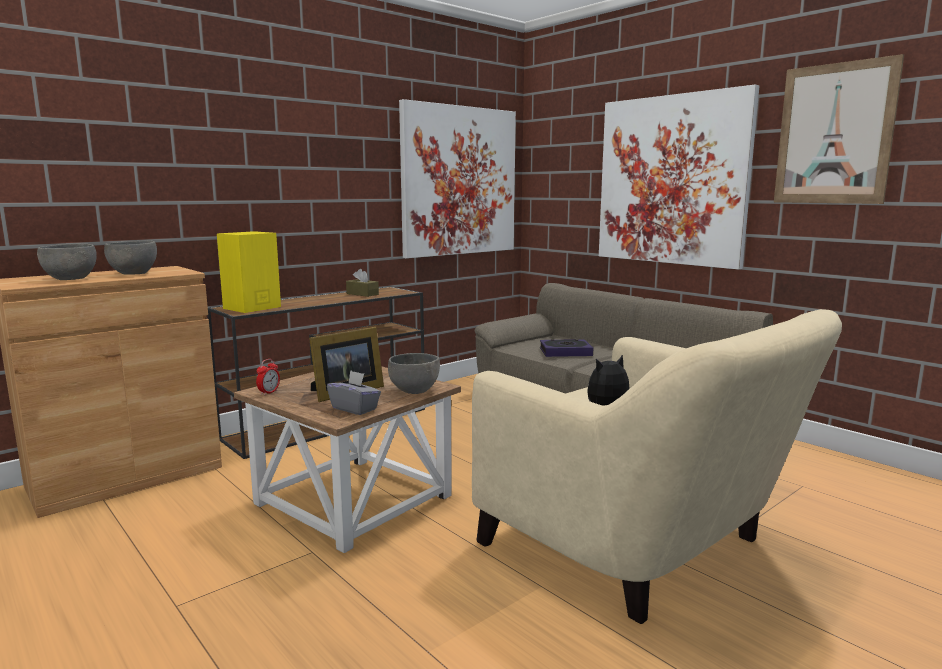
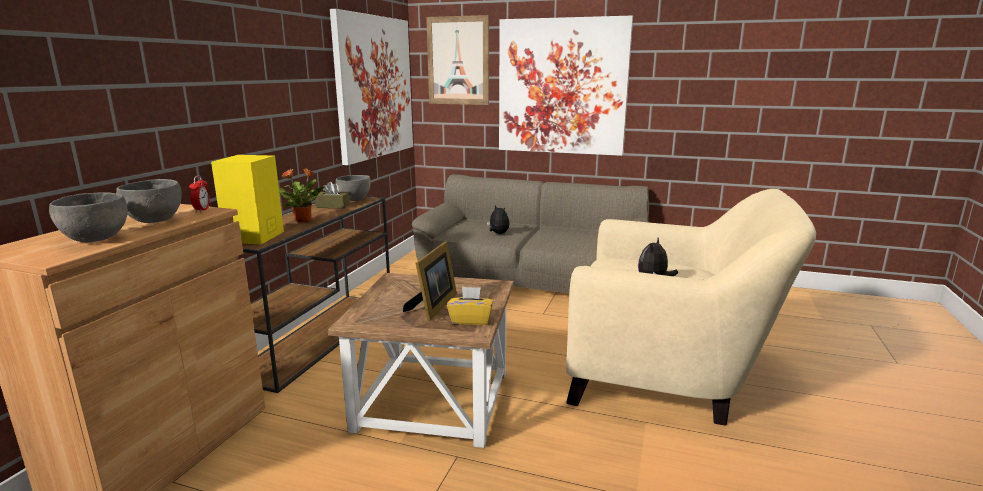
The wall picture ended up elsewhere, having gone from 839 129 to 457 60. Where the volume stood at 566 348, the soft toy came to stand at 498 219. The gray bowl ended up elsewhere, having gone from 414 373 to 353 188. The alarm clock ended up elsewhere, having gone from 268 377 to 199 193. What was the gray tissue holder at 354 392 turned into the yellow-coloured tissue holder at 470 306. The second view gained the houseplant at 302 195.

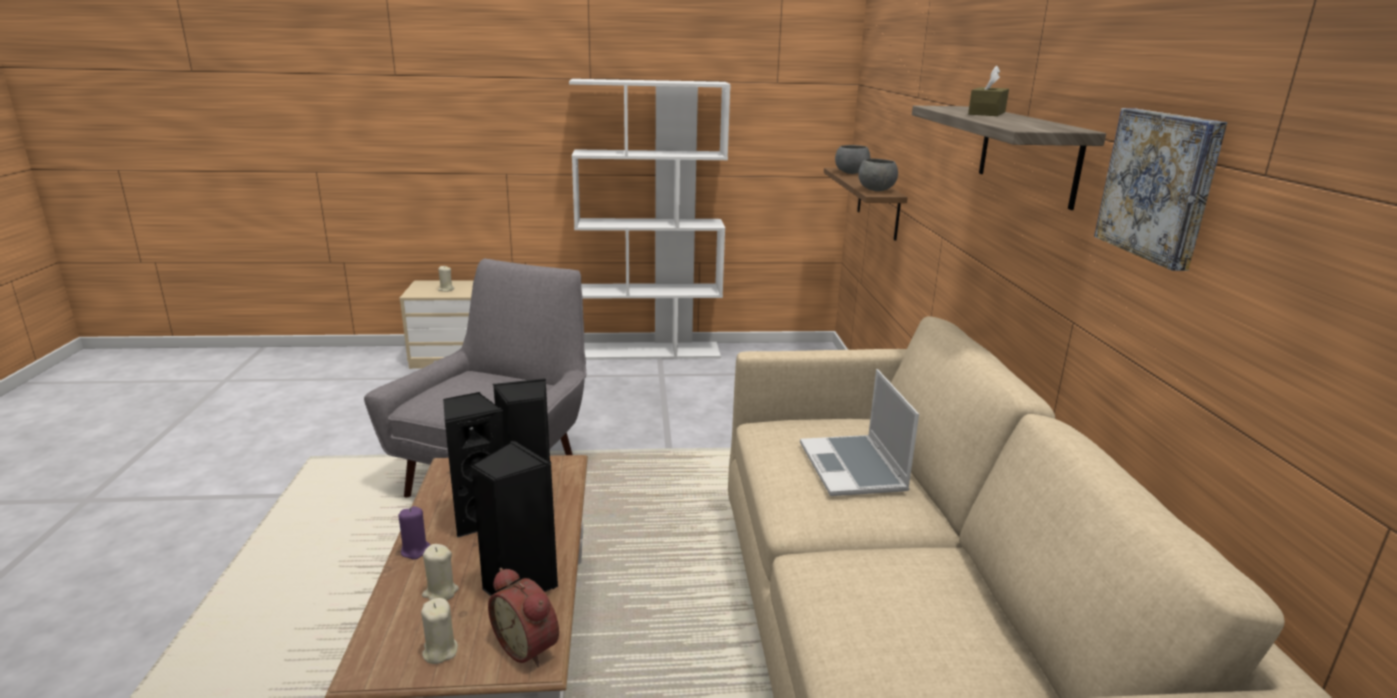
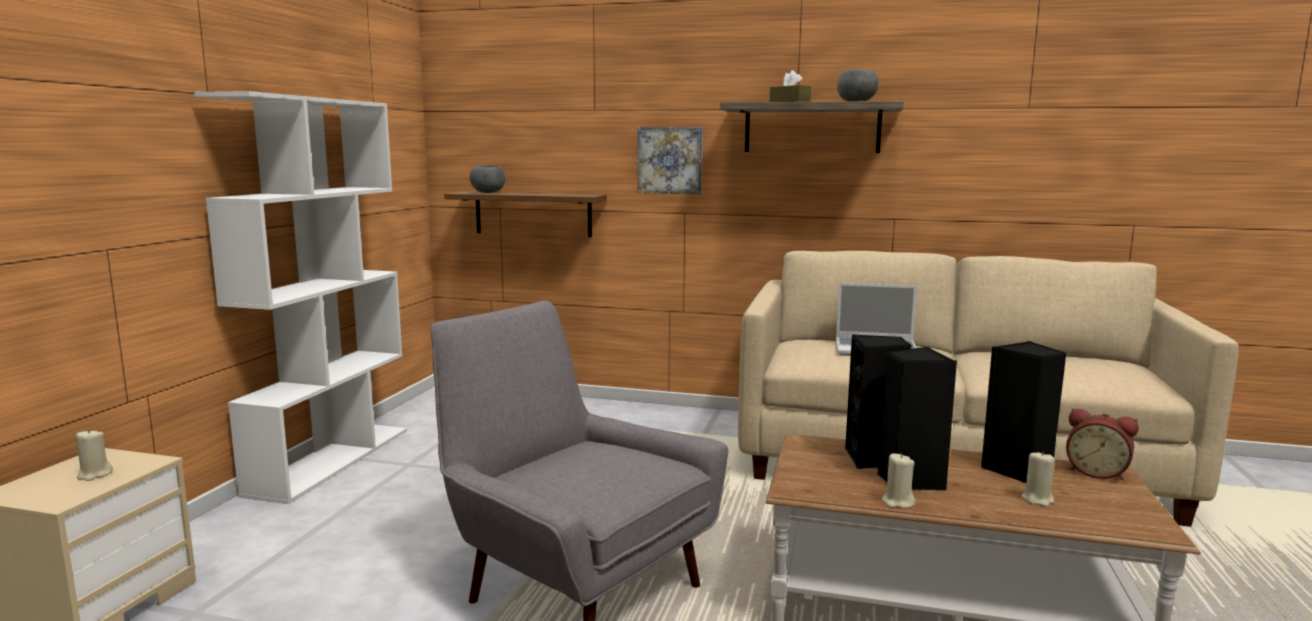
The wall picture ended up elsewhere, having gone from 1160 189 to 670 160. The gray bowl ended up elsewhere, having gone from 878 175 to 858 85. The second view lost the purple wax light at 414 533. The alarm clock at 523 617 ended up facing another way, 60 degrees clockwise from before. The beige-coloured wax light ended up elsewhere, having gone from 439 631 to 898 480.

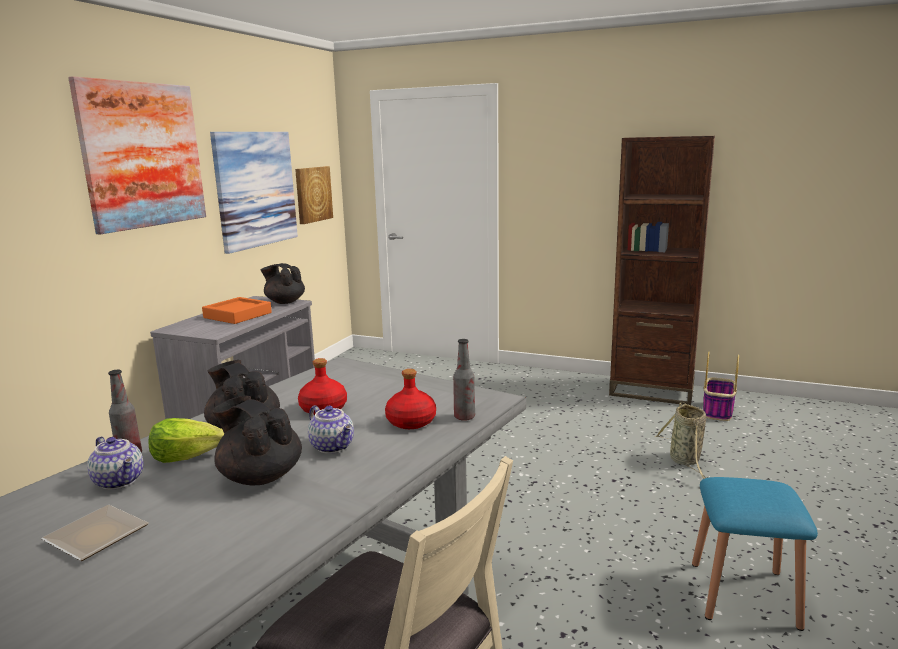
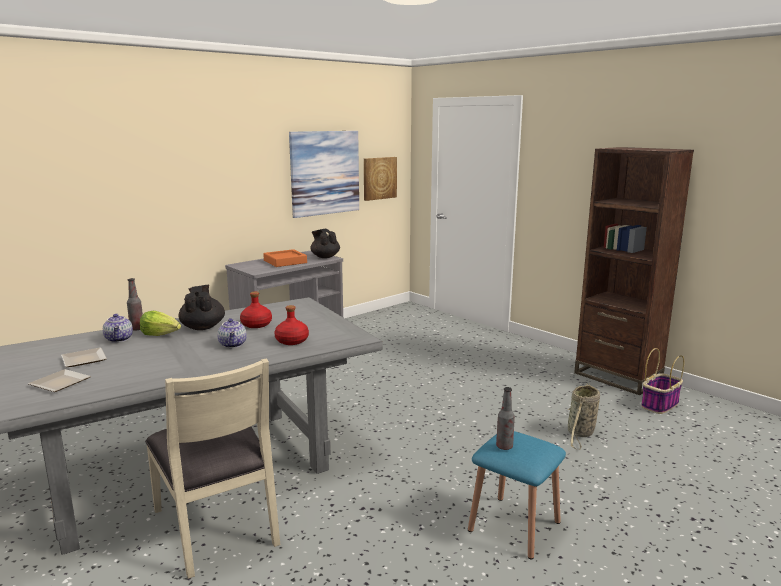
The second view lost the wall picture at 137 155. The beverage bottle ended up elsewhere, having gone from 464 380 to 505 418. The second view lost the black pot for tea at 257 440. The second view gained the plate at 59 380.

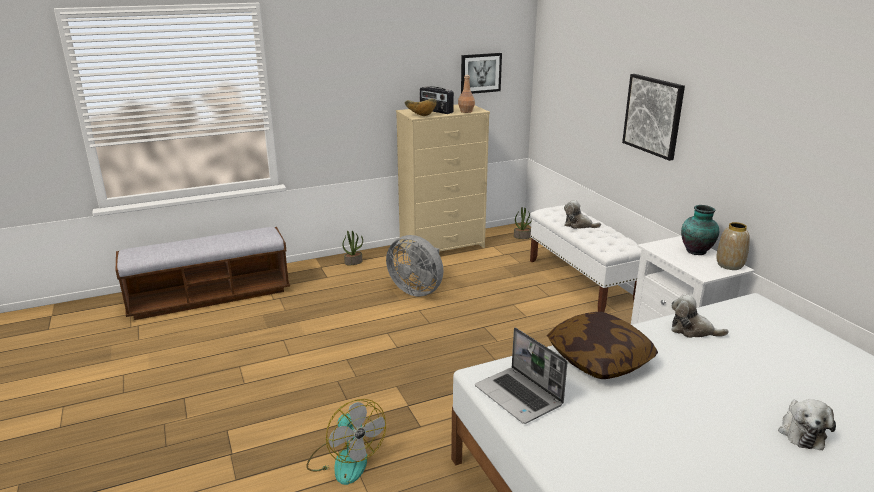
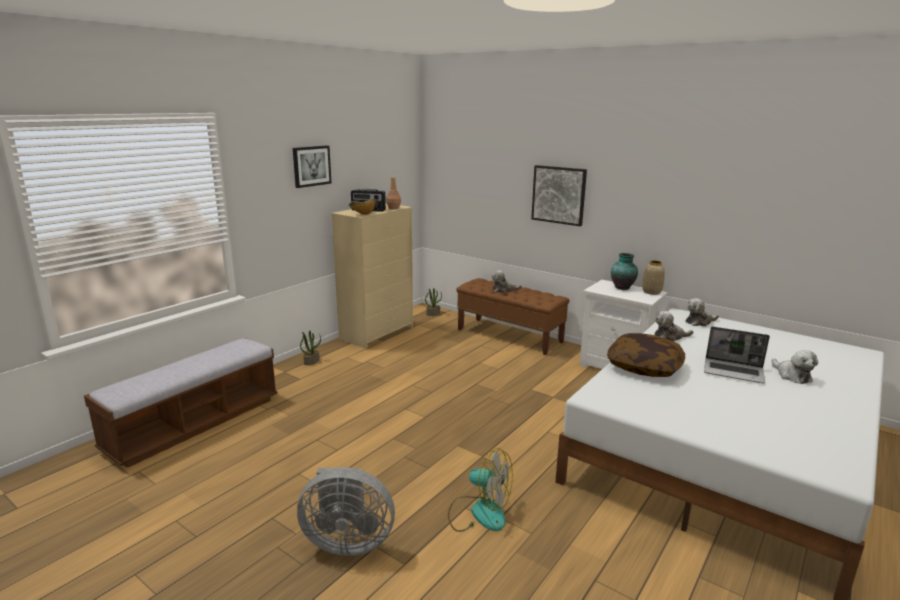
The wall picture ended up elsewhere, having gone from 481 73 to 312 167. What was the white-coloured long seat at 585 258 turned into the brown-coloured long seat at 512 316. The gray cooling fan ended up elsewhere, having gone from 414 266 to 346 511. The portable computer ended up elsewhere, having gone from 521 376 to 737 355. The second view gained the soft toy at 702 312.

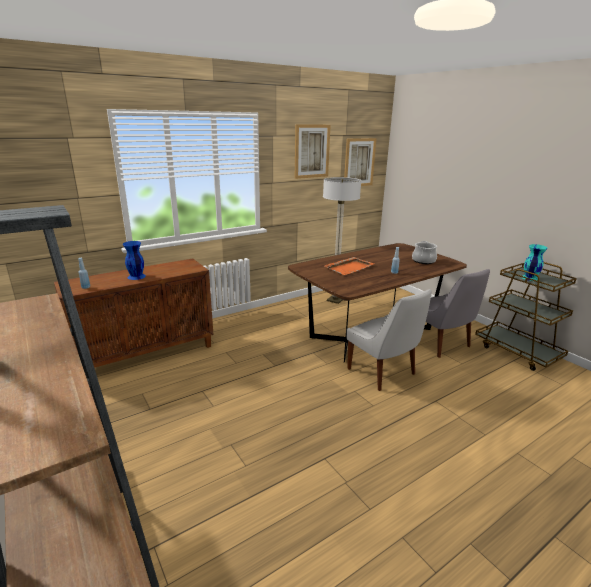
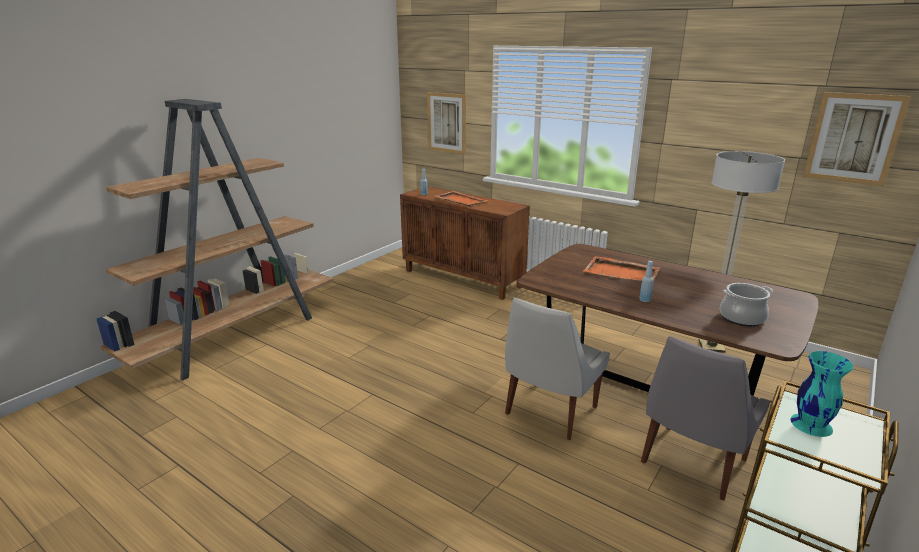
The wall picture ended up elsewhere, having gone from 313 151 to 446 123. Where the blue vase stood at 134 260, the orange-coloured tray came to stand at 462 199.

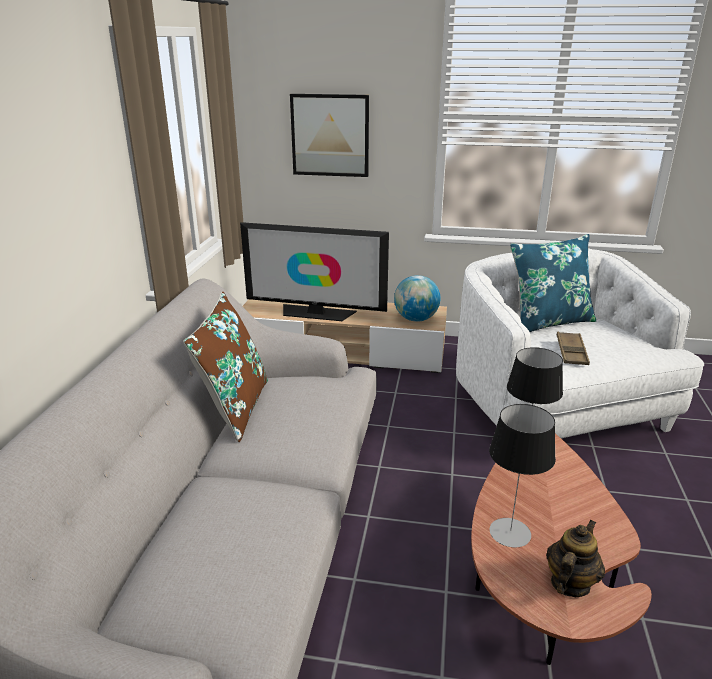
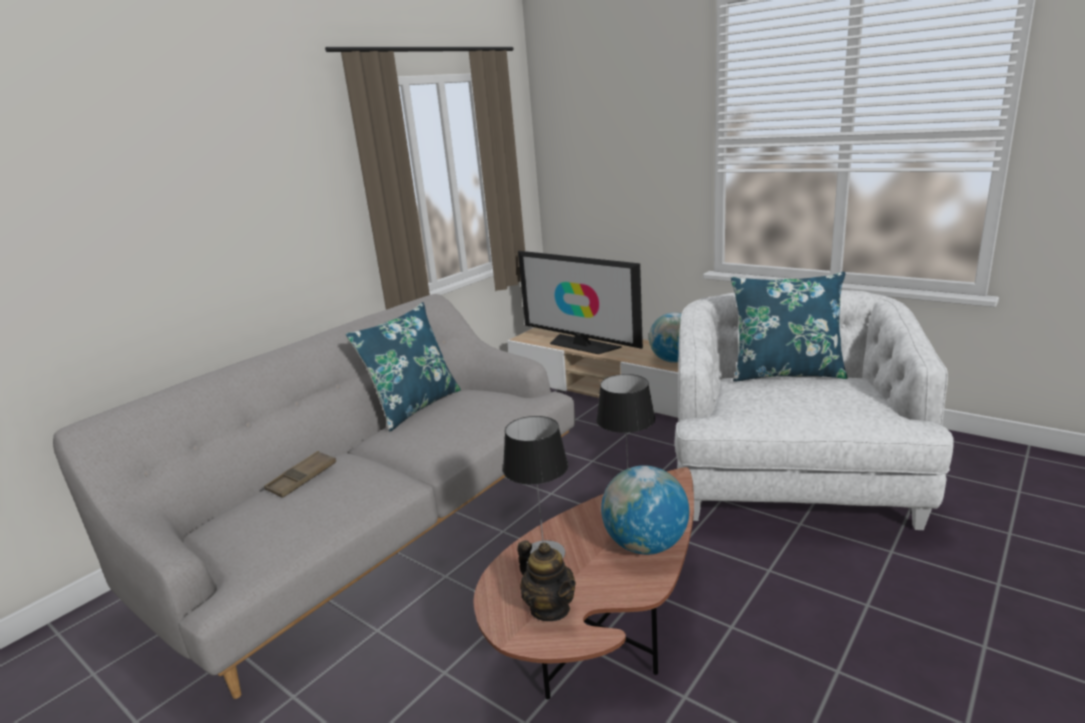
The second view lost the wall picture at 329 135. What was the brown-coloured pillow at 225 367 turned into the blue pillow at 403 367. The brown-coloured tray ended up elsewhere, having gone from 573 348 to 300 474. The pot for tea at 575 558 ended up facing another way, 75 degrees clockwise from before. The second view gained the world globe at 645 510.

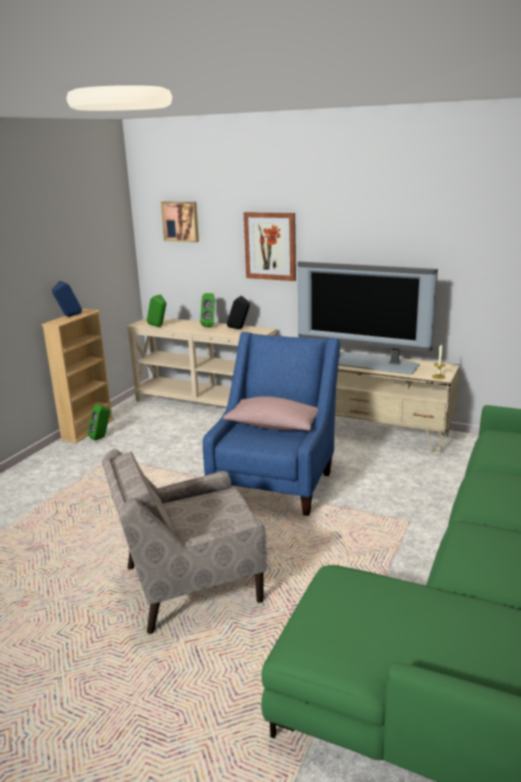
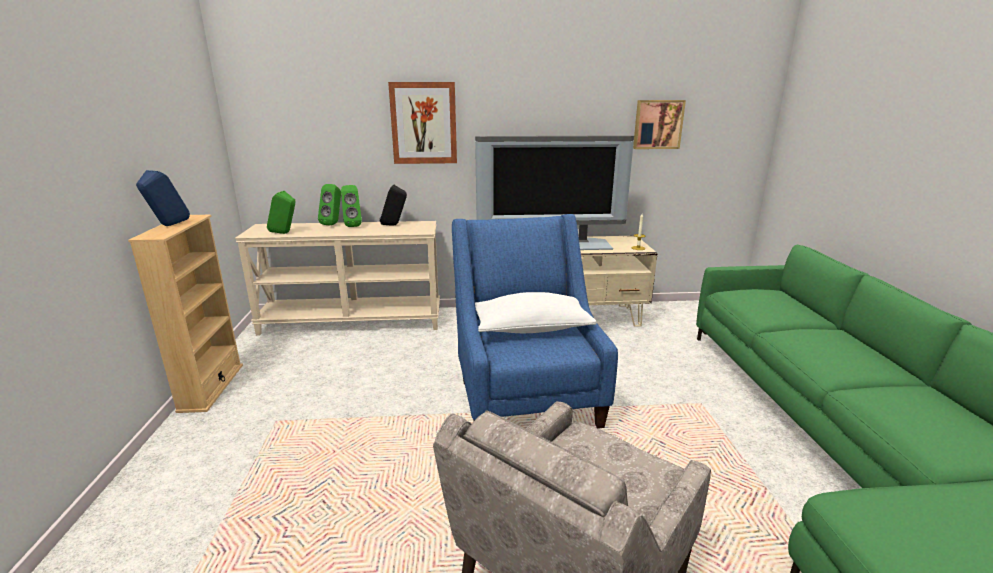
The wall picture ended up elsewhere, having gone from 180 222 to 659 124. What was the pink-coloured pillow at 270 413 turned into the white-coloured pillow at 535 312. The greenish loudspeaker ended up elsewhere, having gone from 99 422 to 329 204.

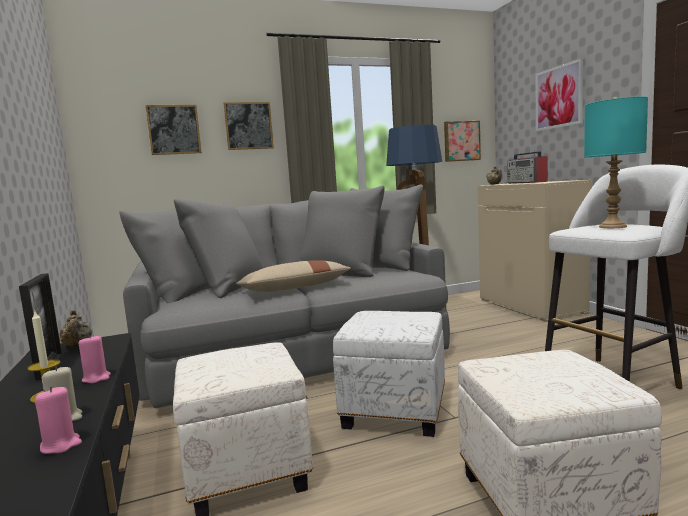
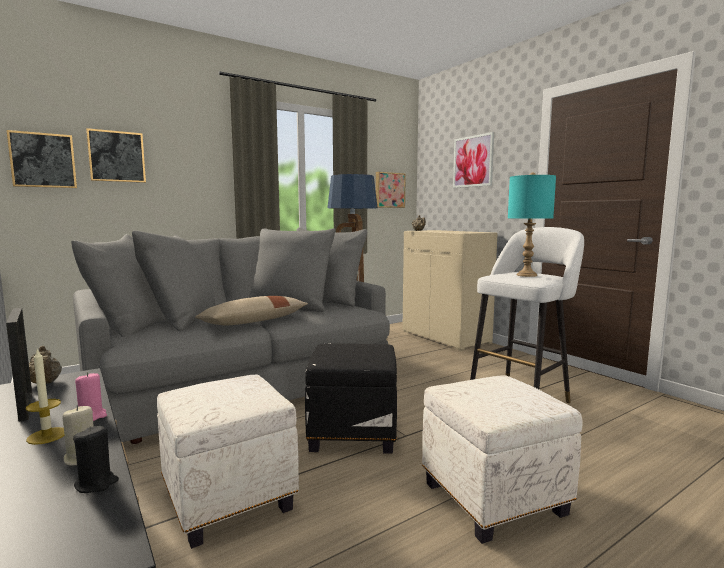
The wall picture ended up elsewhere, having gone from 248 126 to 41 159. The second view lost the radio at 527 167. What was the white-coloured pouffe at 389 374 turned into the black pouffe at 351 398. What was the pink-coloured wax light at 58 420 turned into the black wax light at 96 459.

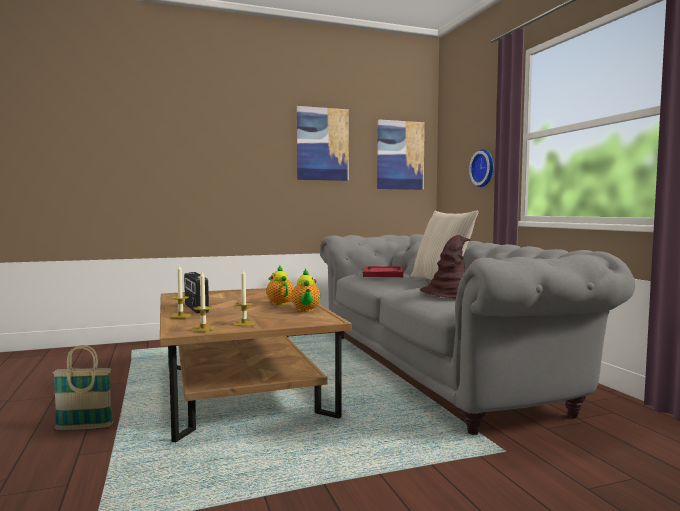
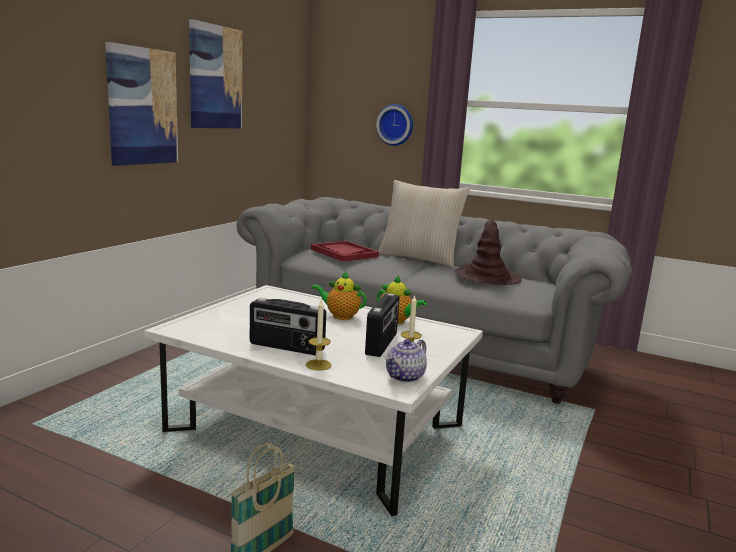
The wall picture ended up elsewhere, having gone from 401 154 to 141 104. Where the wax light stood at 203 302, the pot for tea came to stand at 406 360. What was the brown-coloured coffee table at 256 365 turned into the white-coloured coffee table at 313 400. The second view gained the radio at 382 325.

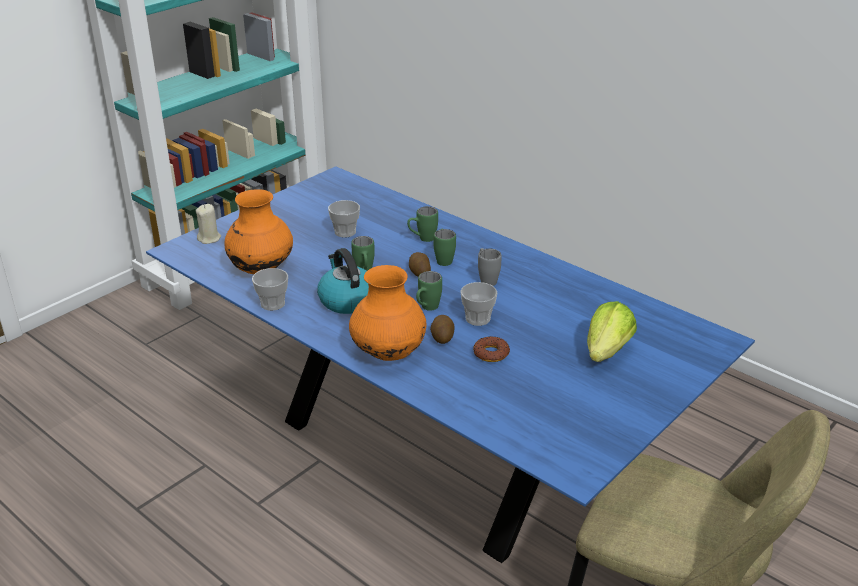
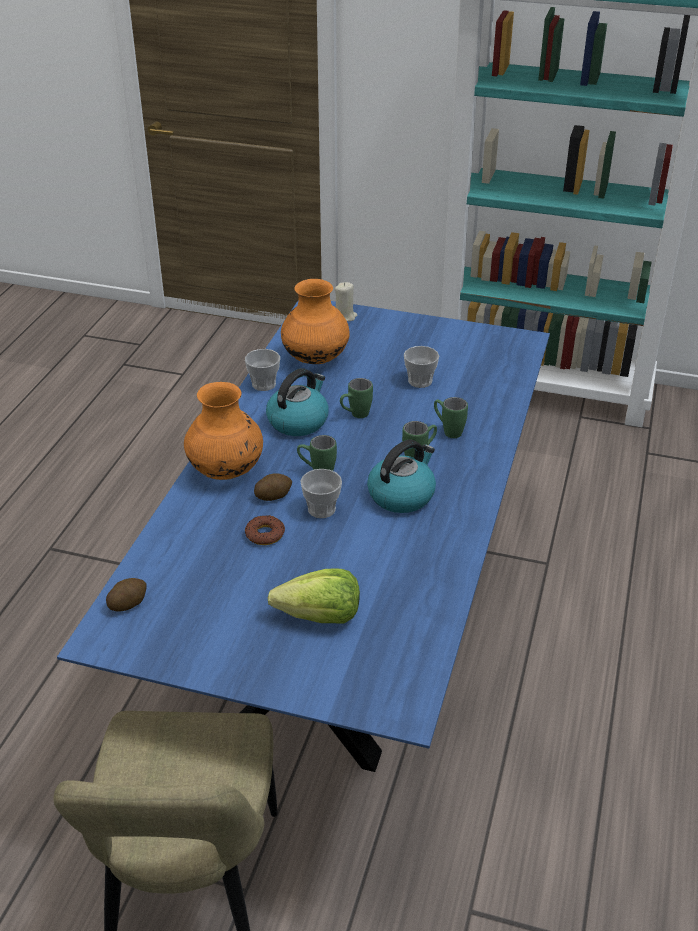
Where the gray tea mug stood at 490 267, the water kettle came to stand at 401 476. The potato ended up elsewhere, having gone from 420 264 to 126 595.

